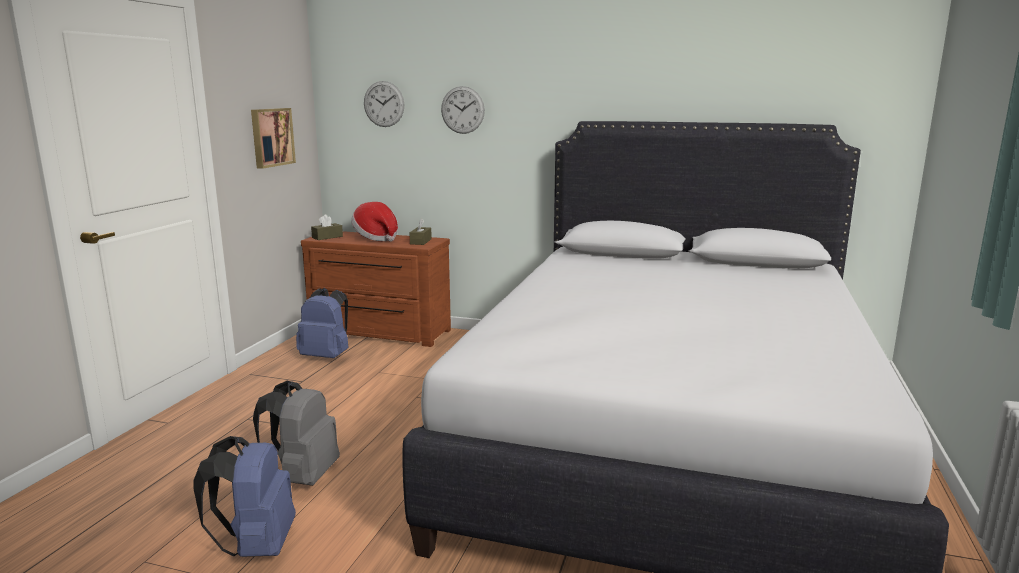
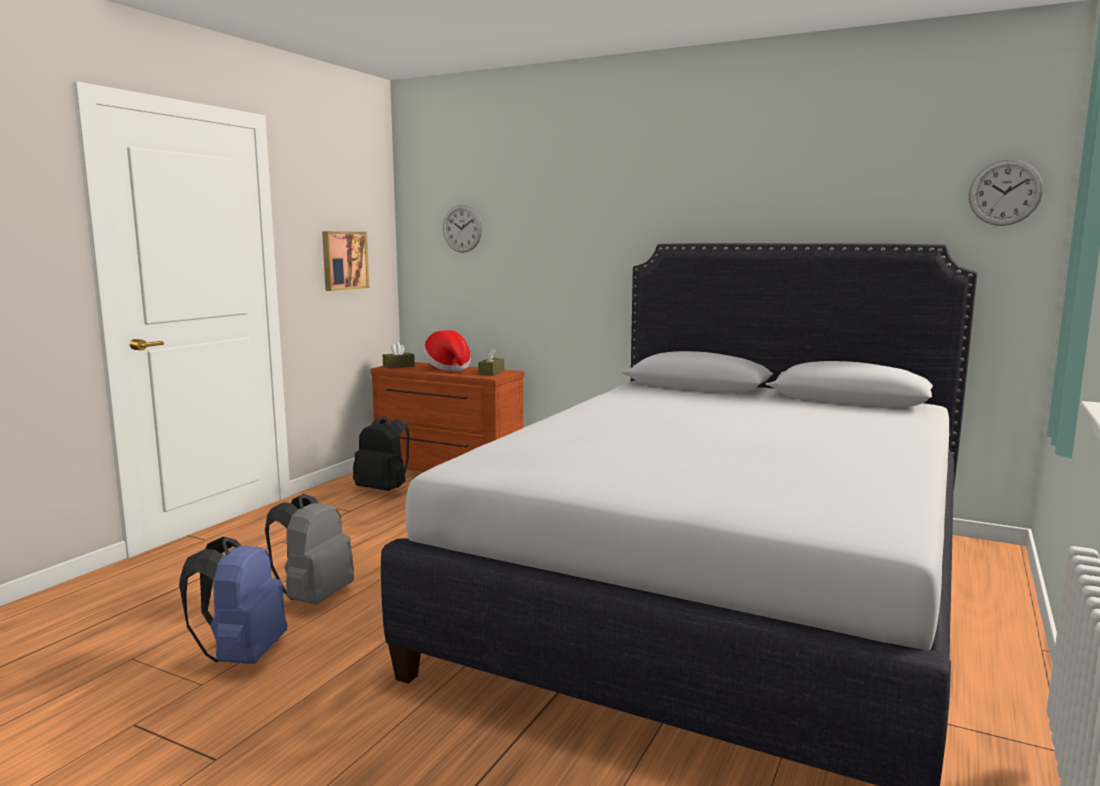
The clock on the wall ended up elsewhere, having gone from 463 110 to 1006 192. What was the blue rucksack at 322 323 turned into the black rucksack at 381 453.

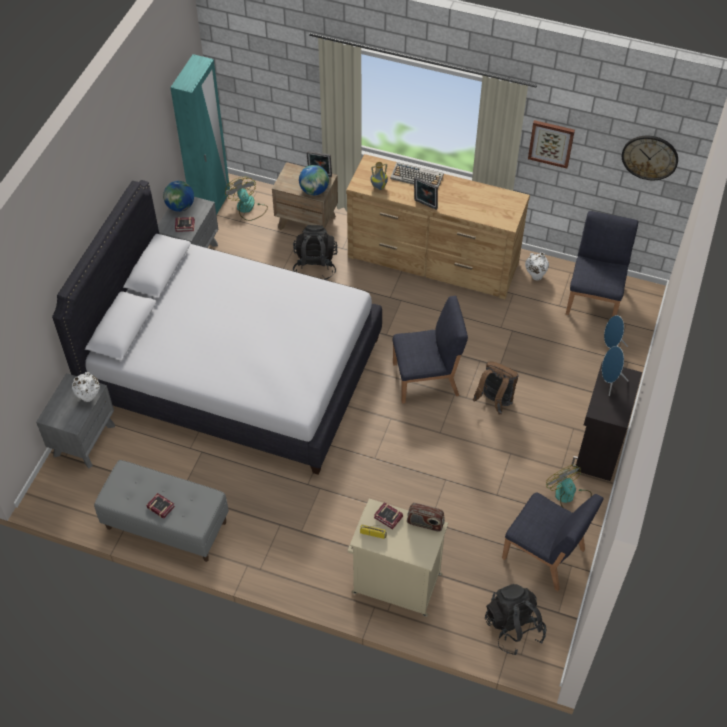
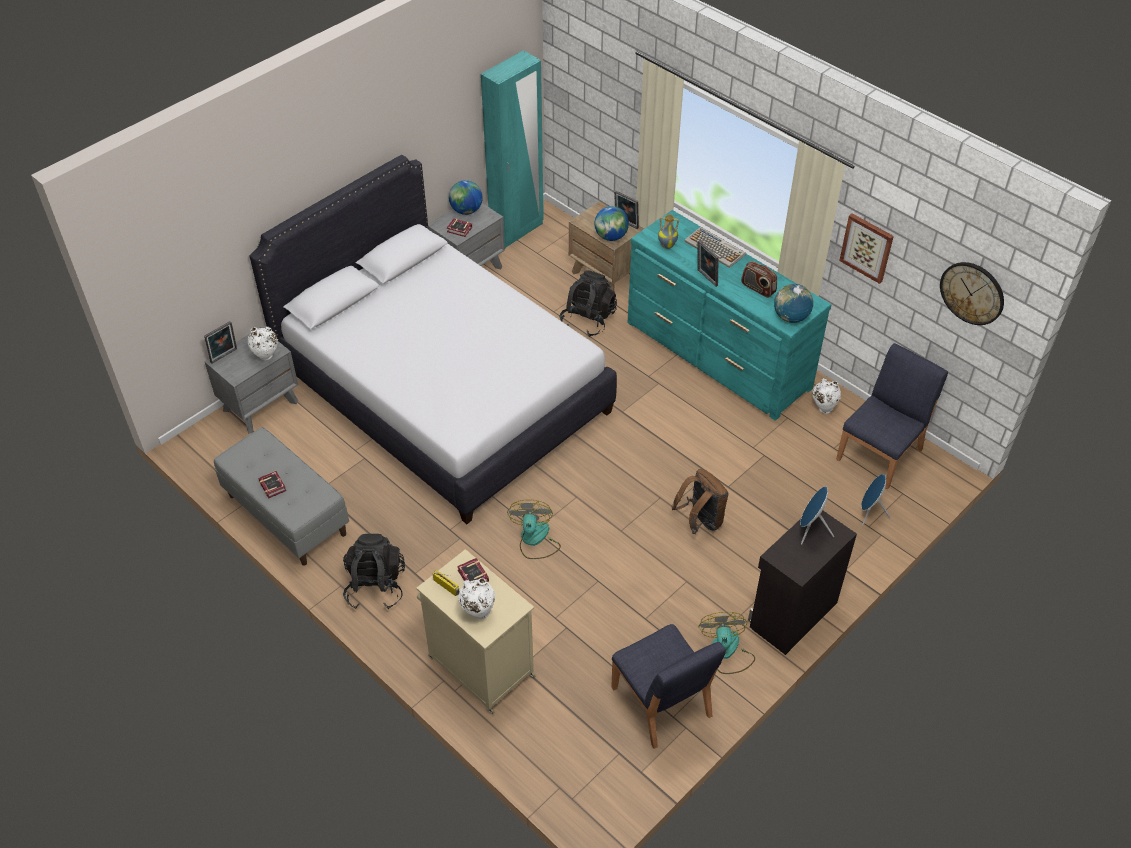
What was the brown-coloured drawer chest at 438 226 turned into the turquoise drawer chest at 730 315. The cooling fan ended up elsewhere, having gone from 246 199 to 534 529. The second view lost the blue chair at 430 350. The radio ended up elsewhere, having gone from 426 517 to 759 279. The black rucksack ended up elsewhere, having gone from 515 619 to 374 571. The second view gained the world globe at 793 303. The second view gained the picture frame at 220 342. The second view gained the white-coloured vase at 476 598.

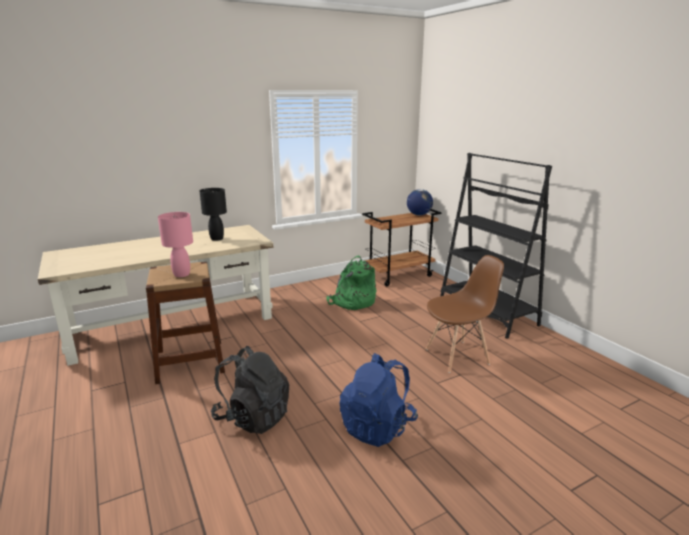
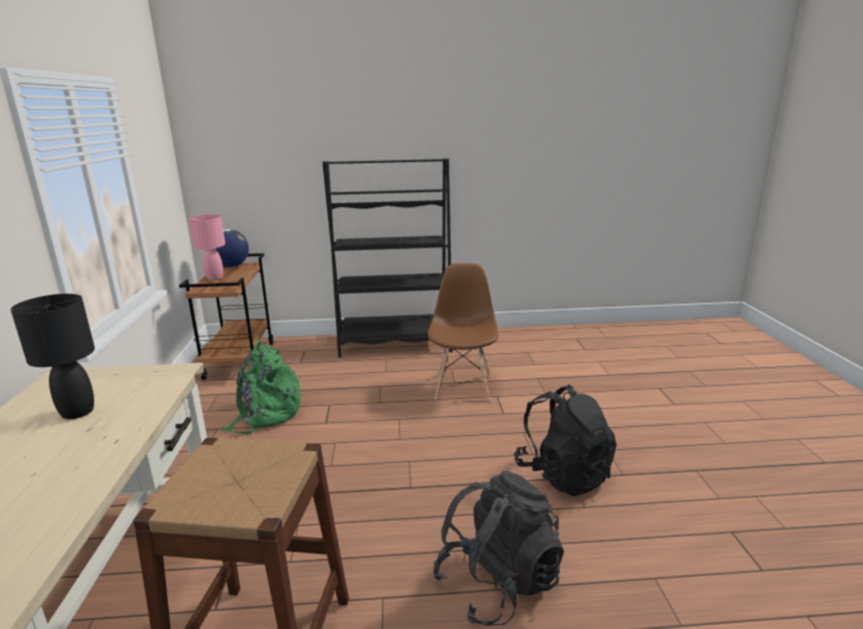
The pink-coloured tabletop lamp ended up elsewhere, having gone from 175 244 to 207 247. What was the blue rucksack at 379 400 turned into the black rucksack at 565 440.

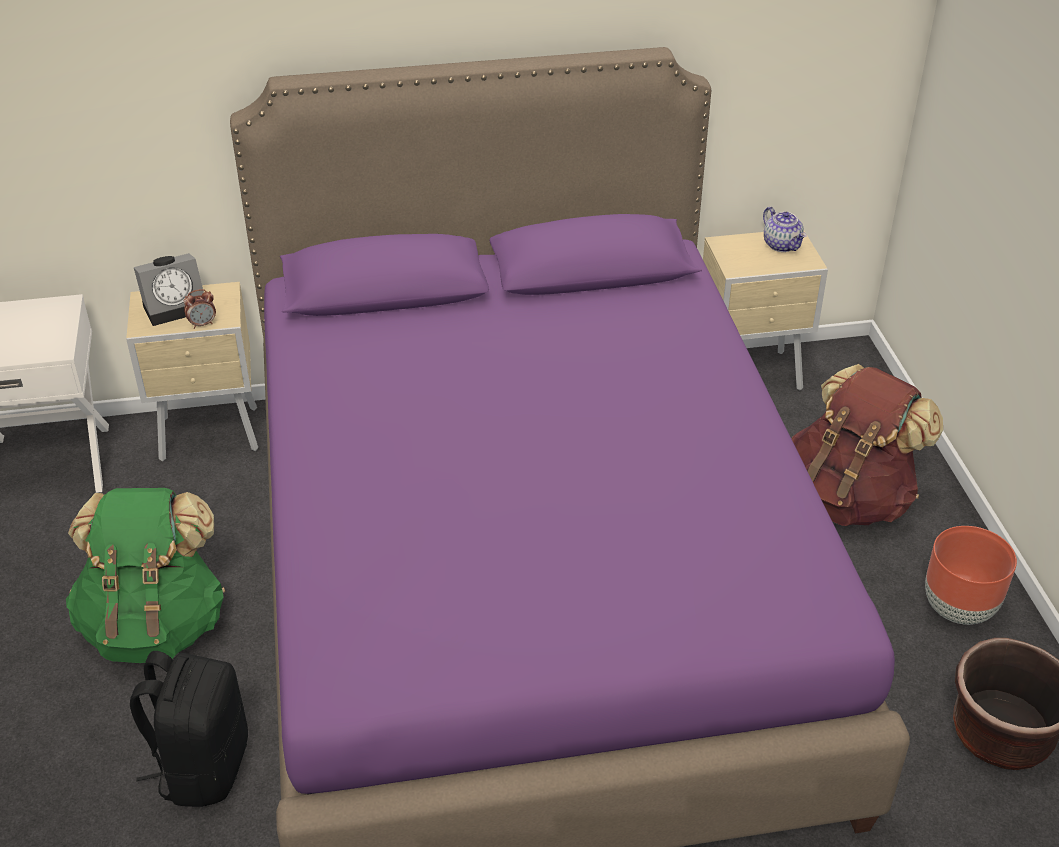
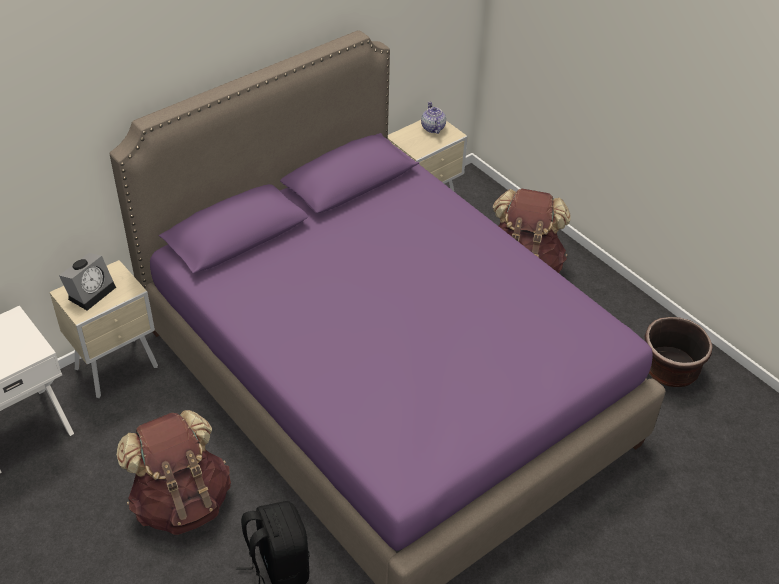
The pot for tea at 785 229 ended up facing another way, 135 degrees counterclockwise from before. The second view lost the alarm clock at 200 309. What was the greenish rucksack at 145 575 turned into the brown-coloured rucksack at 173 472. The second view lost the brown-coloured planter at 971 575.

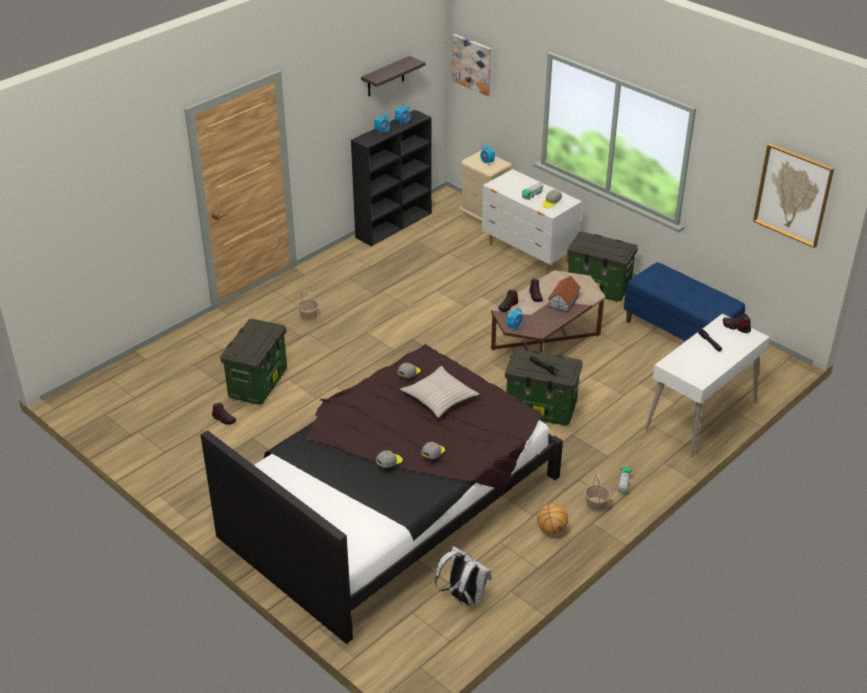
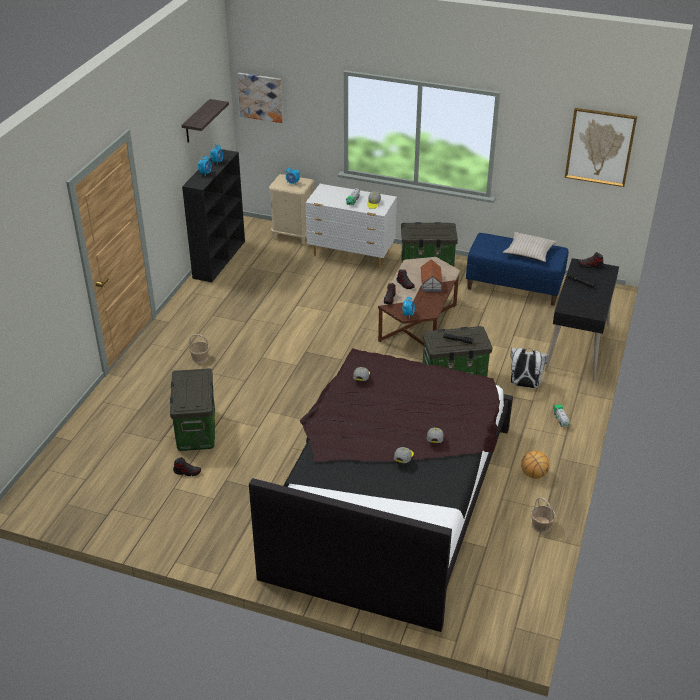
What was the white-coloured desk unit at 707 385 turned into the black desk unit at 582 319. The beige-coloured pillow ended up elsewhere, having gone from 439 392 to 530 247. The basket ended up elsewhere, having gone from 598 494 to 543 515. The white-coloured rucksack ended up elsewhere, having gone from 463 576 to 529 368.

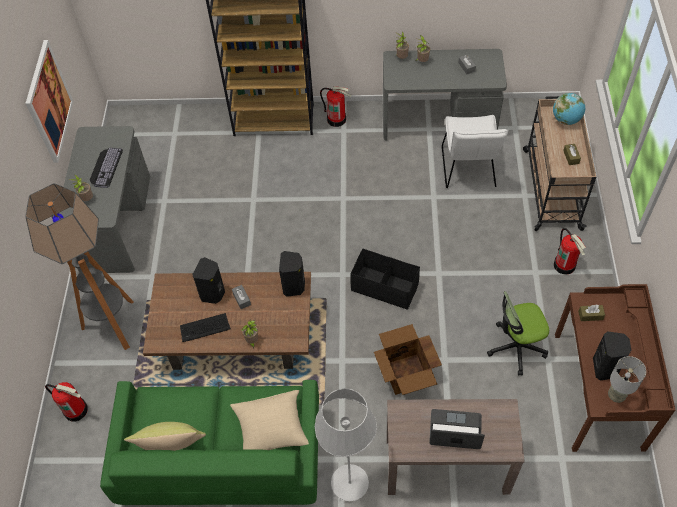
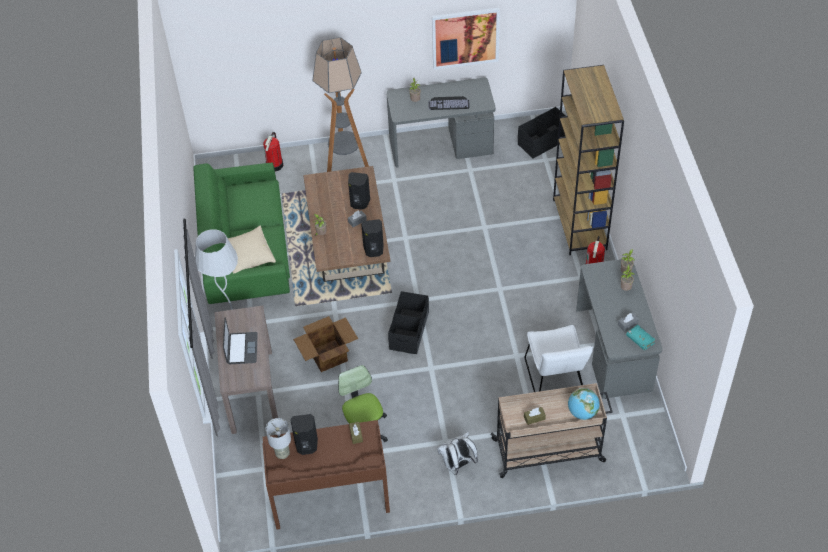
The white-coloured chair at 475 151 ended up facing another way, 90 degrees counterclockwise from before. Where the fire extinguisher stood at 570 251, the white-coloured rucksack came to stand at 457 453. The second view lost the PC keyboard at 205 327. The second view lost the yellow-coloured pillow at 165 436. The second view gained the black storage container at 542 133. The second view gained the turquoise volume at 641 337.

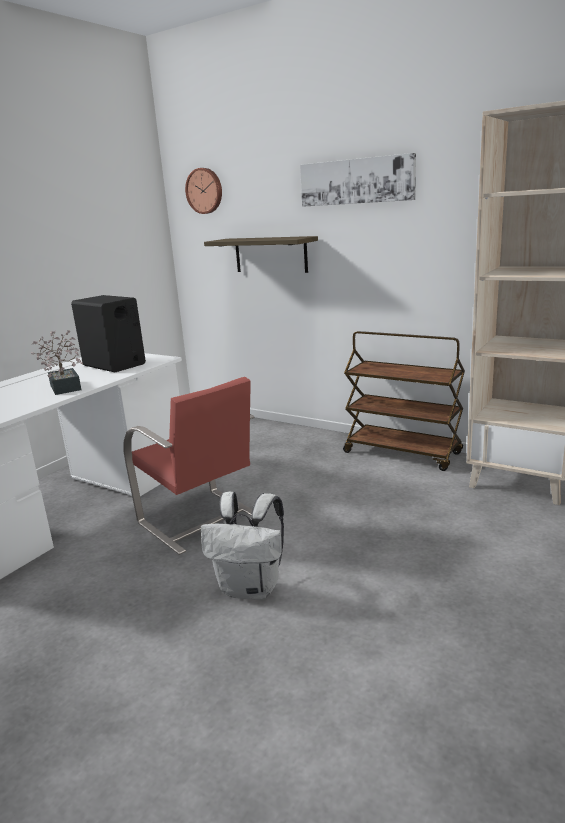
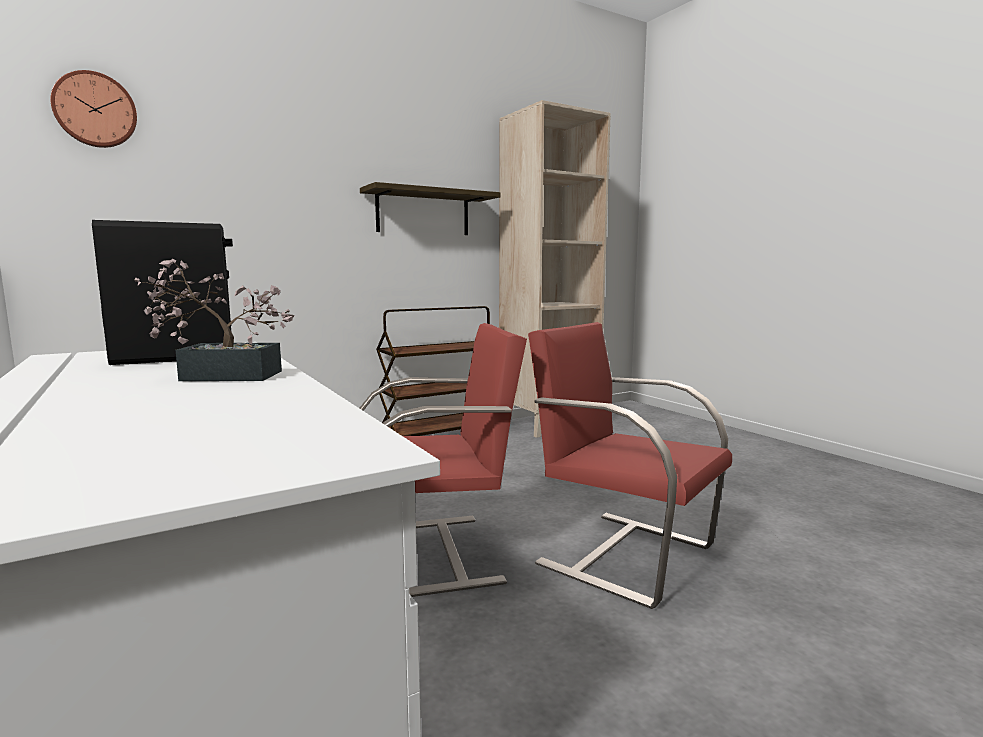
The second view lost the wall picture at 358 180. The bracket shelf ended up elsewhere, having gone from 261 254 to 430 208. Where the white-coloured rucksack stood at 242 546, the red chair came to stand at 630 465.

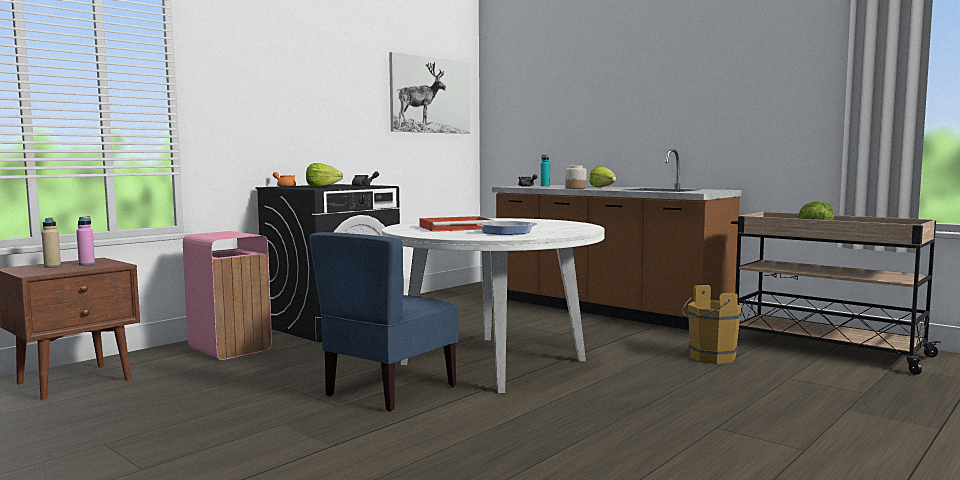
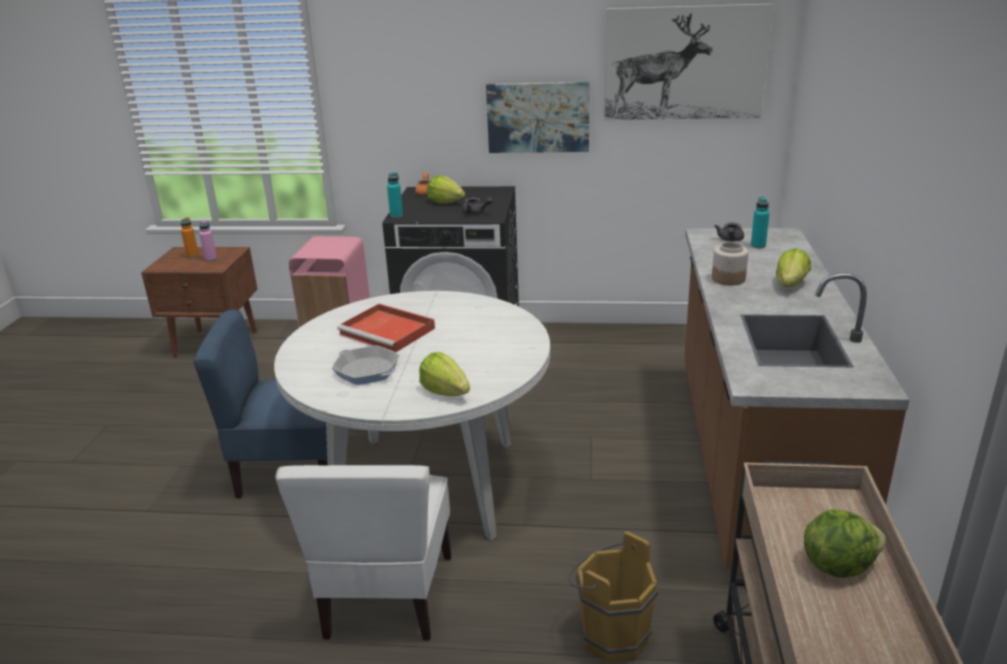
What was the beige-coloured beverage bottle at 51 242 turned into the orange-coloured beverage bottle at 190 237. The second view gained the wall picture at 538 117. The second view gained the turquoise beverage bottle at 395 195. The second view gained the head of lettuce at 444 374. The second view gained the white-coloured chair at 363 553.

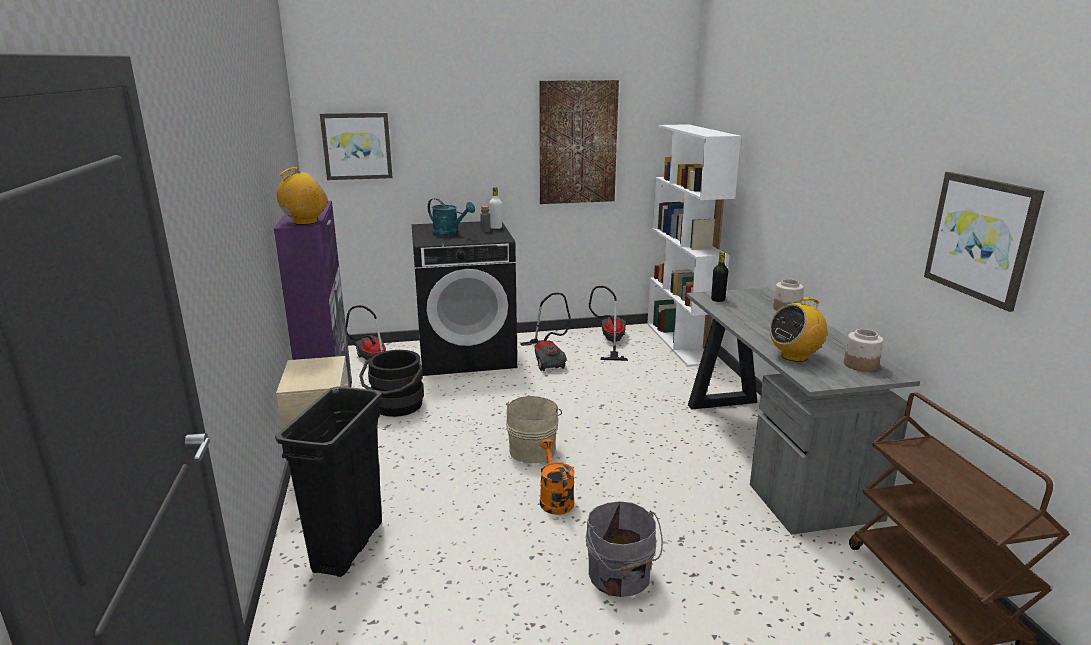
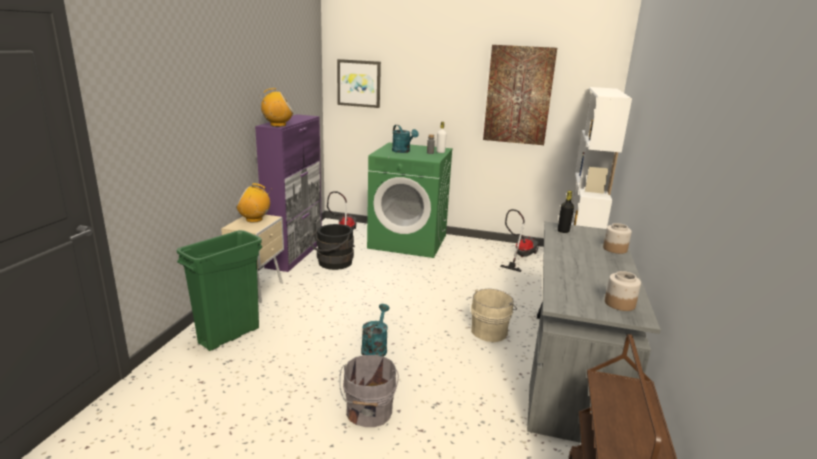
The second view lost the wall picture at 984 242. What was the black laundry machine at 464 298 turned into the greenish laundry machine at 410 200. The second view lost the vacuum at 545 332. The radio ended up elsewhere, having gone from 798 329 to 253 203. What was the black rubbish bin at 328 482 turned into the greenish rubbish bin at 219 290. The beige-coloured pail ended up elsewhere, having gone from 534 429 to 494 315. What was the orange-coloured sprinkling can at 557 477 turned into the turquoise sprinkling can at 375 330.

